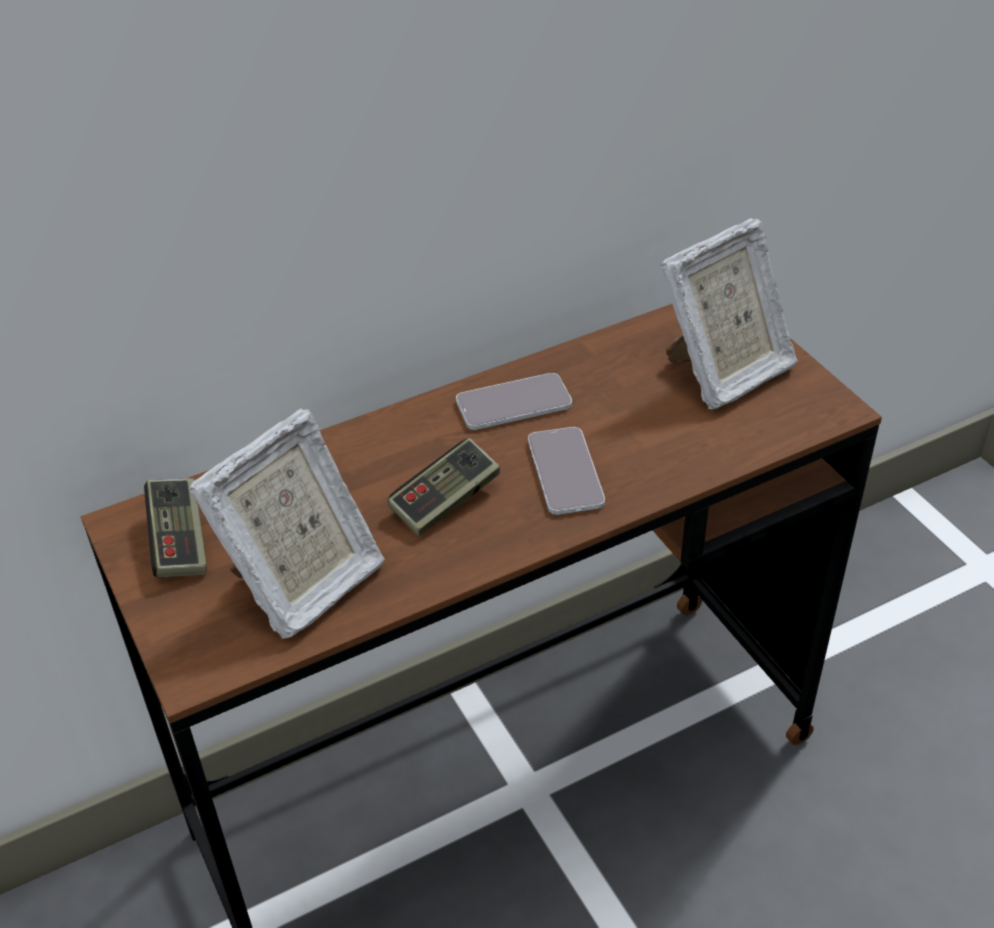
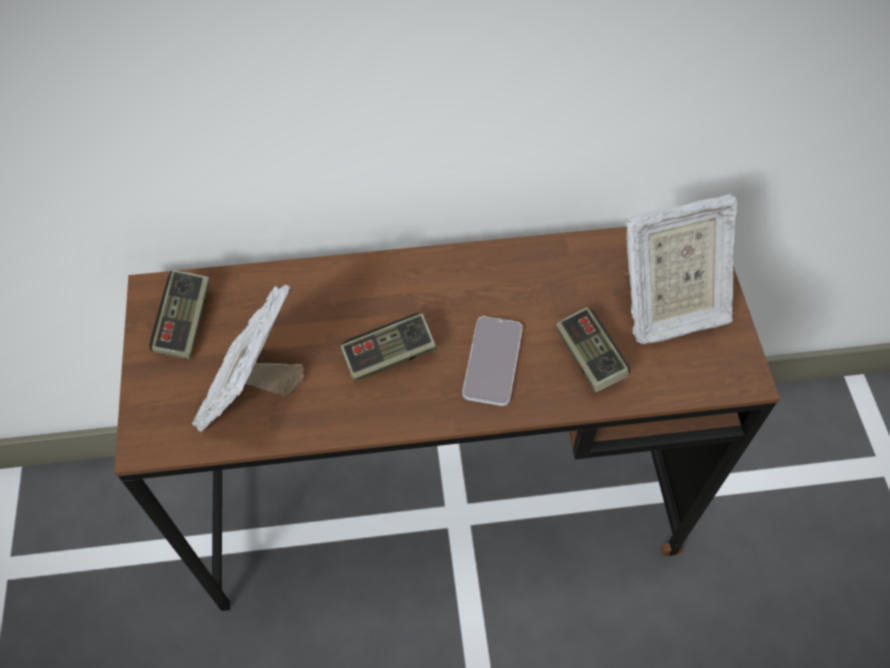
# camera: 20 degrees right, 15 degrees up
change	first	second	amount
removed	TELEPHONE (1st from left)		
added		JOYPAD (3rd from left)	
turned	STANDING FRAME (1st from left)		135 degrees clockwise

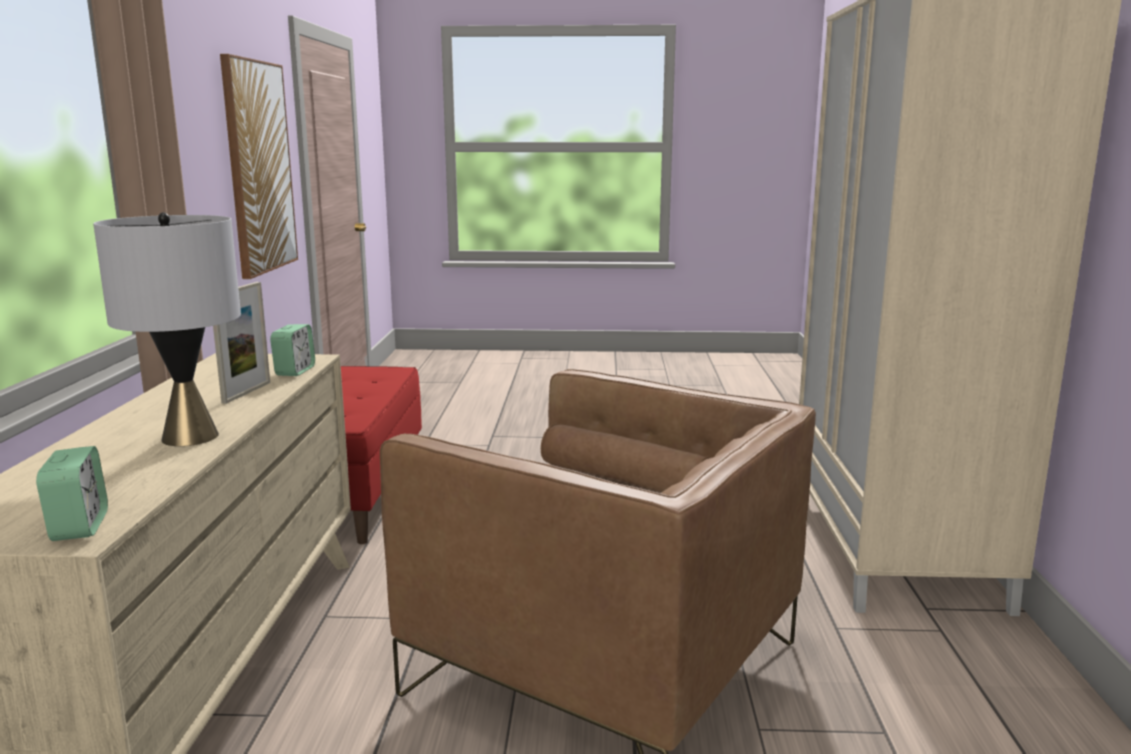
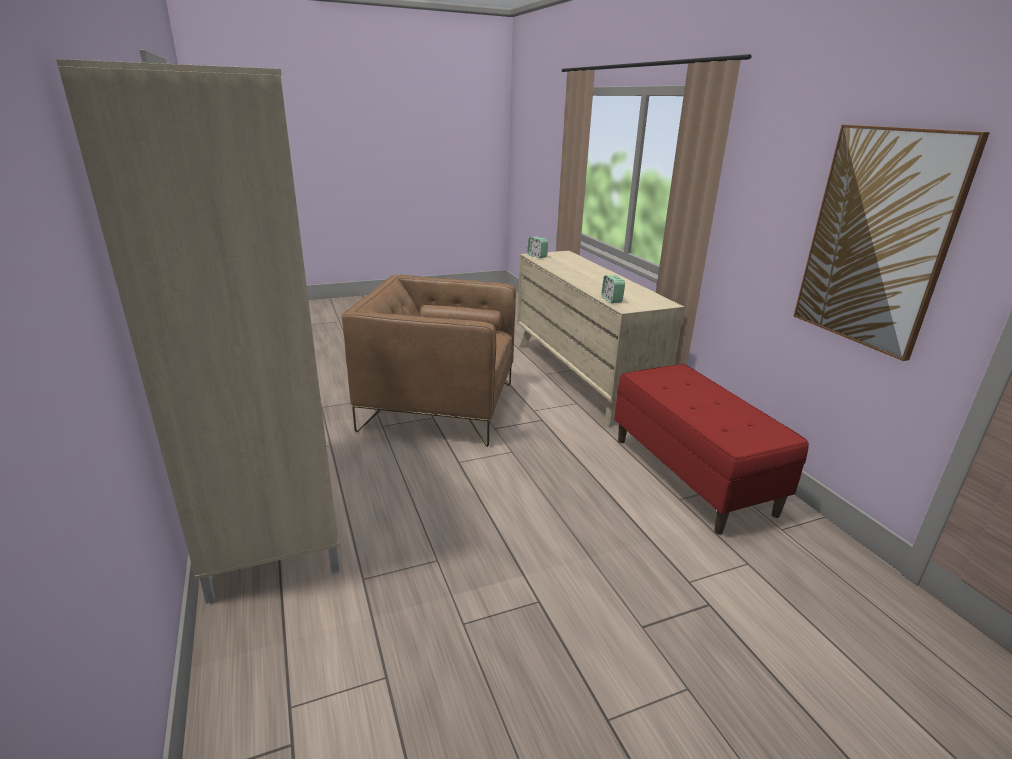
# camera: 155 degrees right, 10 degrees up
change	first	second	amount
removed	GREY LAMP FOR A TABLE		
removed	STANDING FRAME		

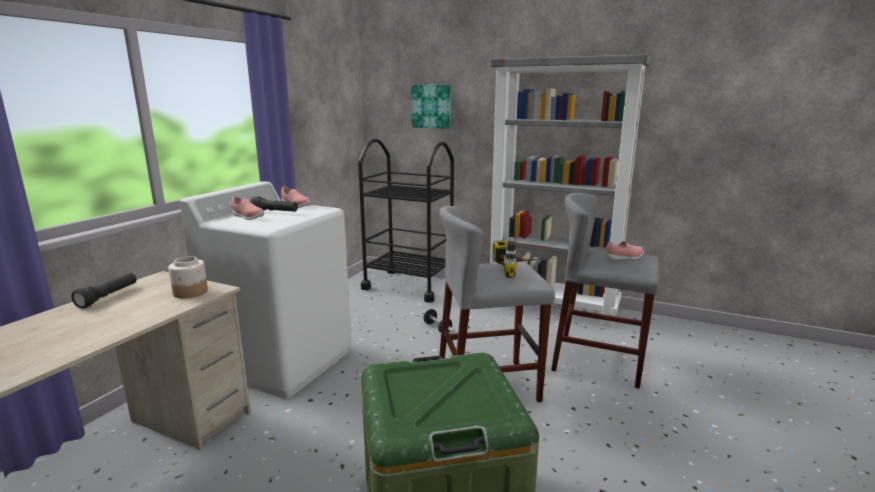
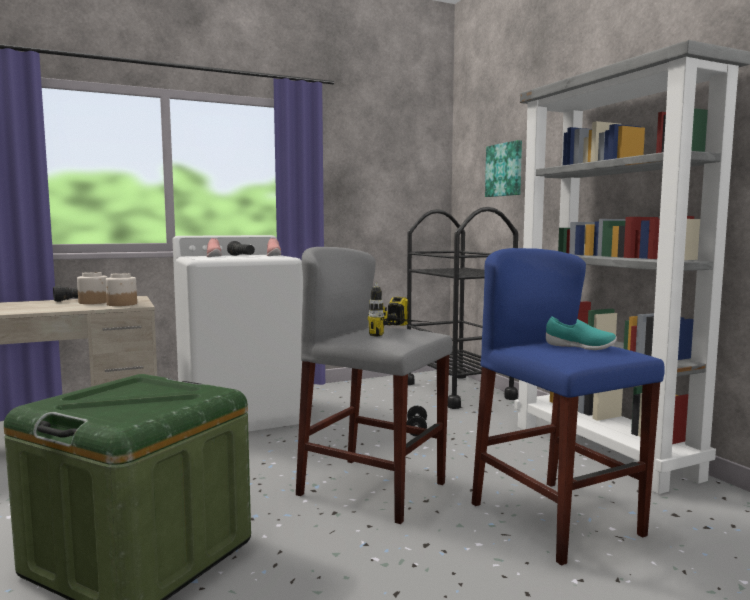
# camera: 40 degrees right, 10 degrees down
change	first	second	amount
added		PRESERVE JAR (1st from left)	
recoloured	GREY SITTING STOOL (2nd from left)	BLUE-COLOURED SITTING STOOL	
recoloured	PINKISH LOW SHOE (3rd from left)	TURQUOISE-COLOURED LOW SHOE	

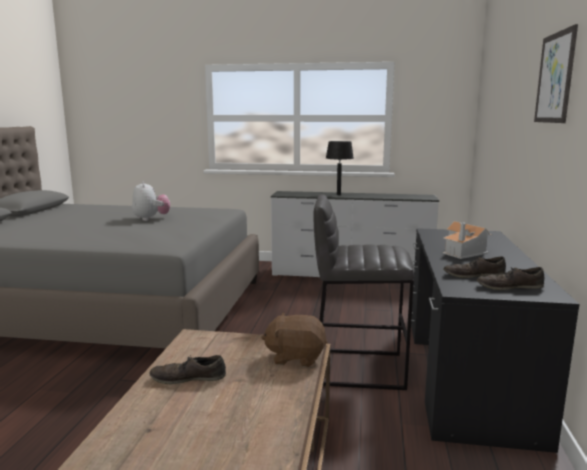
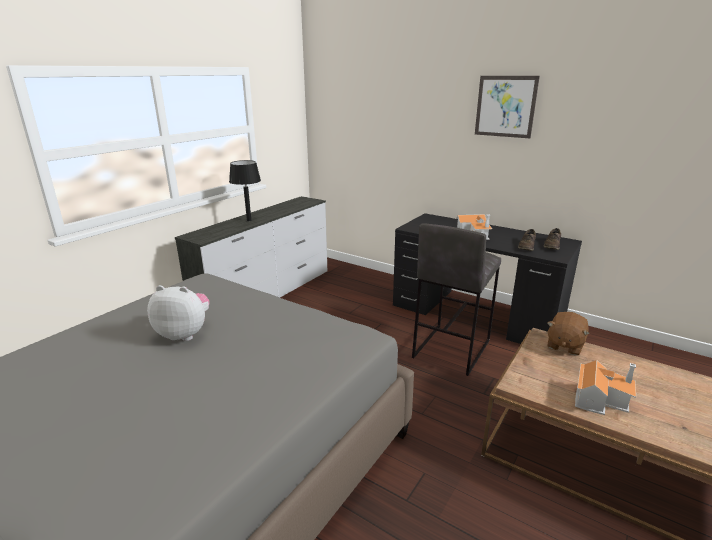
# camera: 65 degrees left, 10 degrees up
change	first	second	amount
replaced	BROWN LOW SHOE (1st from left)	TOY HOUSE (2nd from left)	

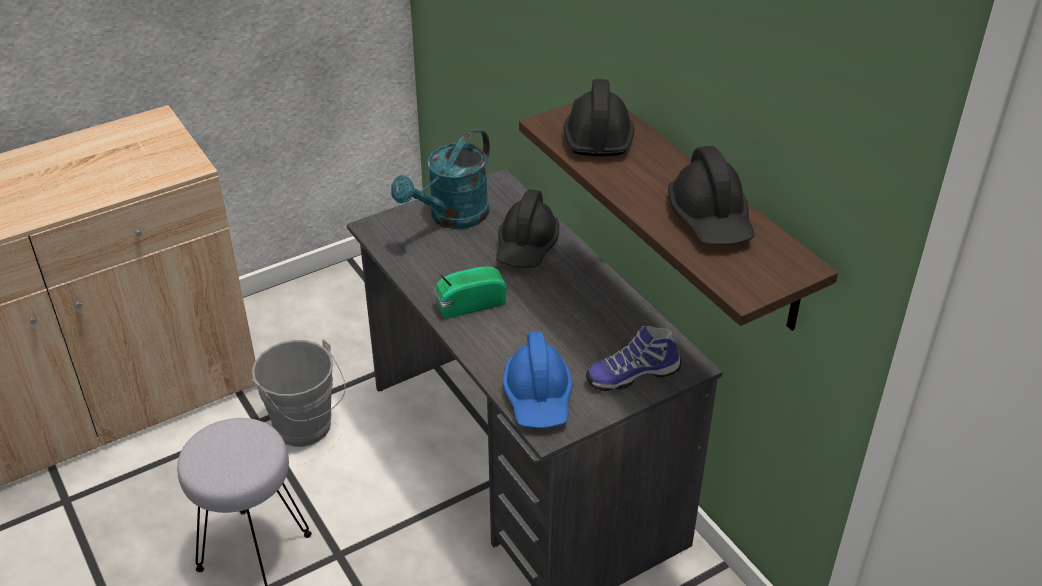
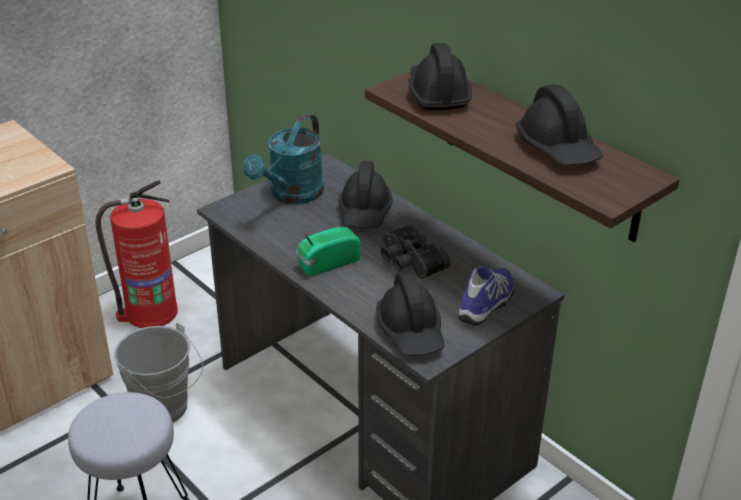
# camera: 10 degrees left, 5 degrees down
change	first	second	amount
added		FIRE-FIGHTING CYLINDER	
added		BLACK-COLOURED BINOCULARS	
recoloured	BLUE-COLOURED SAFETY HELMET	BLACK-COLOURED SAFETY HELMET (2nd from left)	
turned	LOW SHOE		150 degrees clockwise

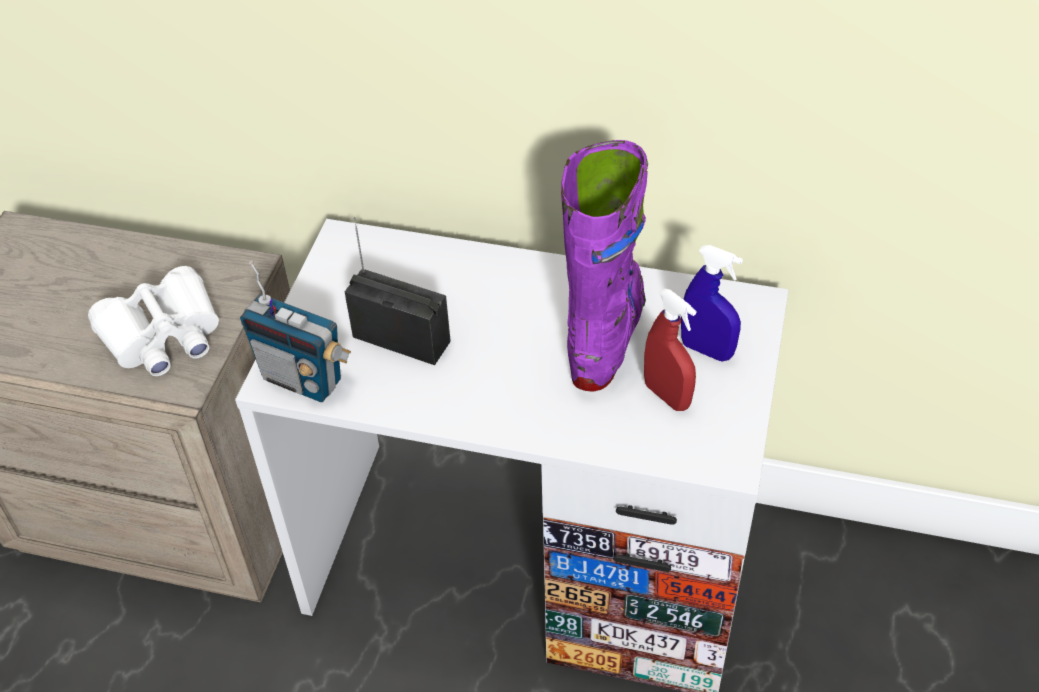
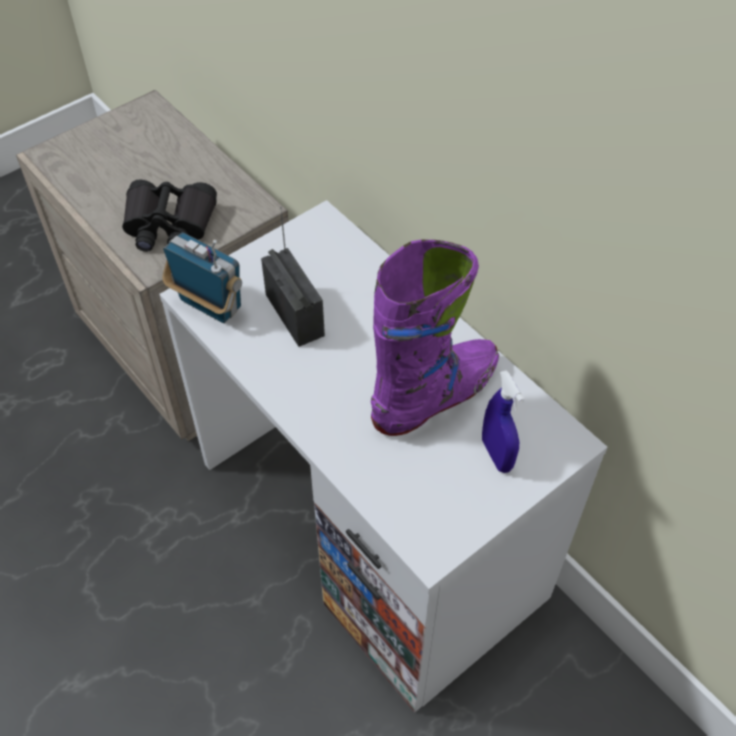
# camera: 35 degrees right, 5 degrees up
change	first	second	amount
removed	REDDISH SPRAYER		
recoloured	WHITE BINOCULARS	BLACK-COLOURED BINOCULARS	
turned	RADIO SET (1st from left)		150 degrees clockwise

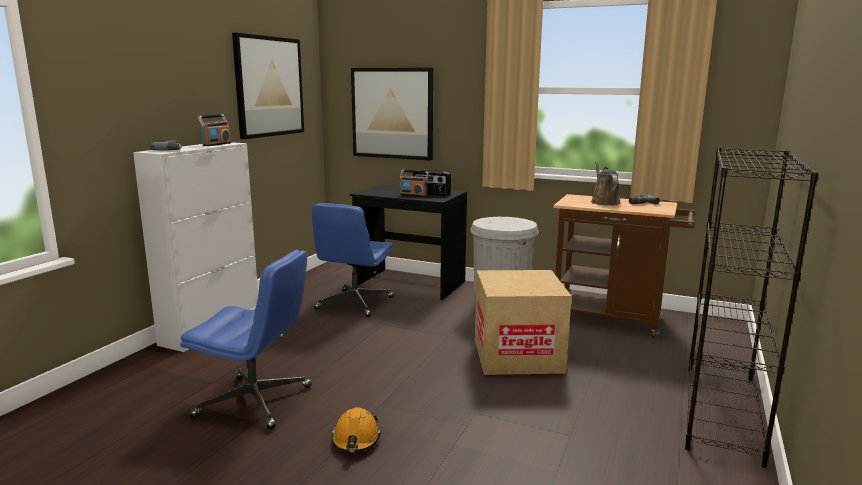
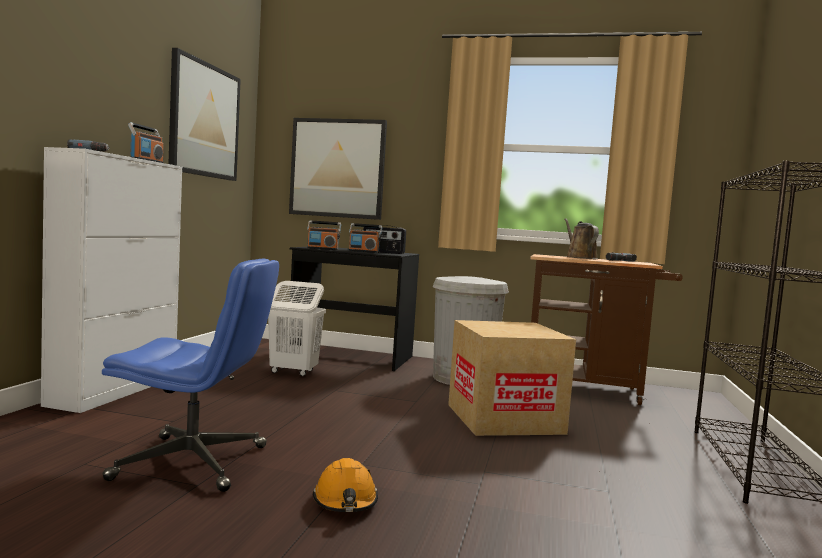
# camera: 10 degrees left, 10 degrees down
change	first	second	amount
added		RADIO SET (2nd from left)	
replaced	BLUE-COLOURED OFFICE CHAIR (2nd from left)	WHITE WASHING BASKET	

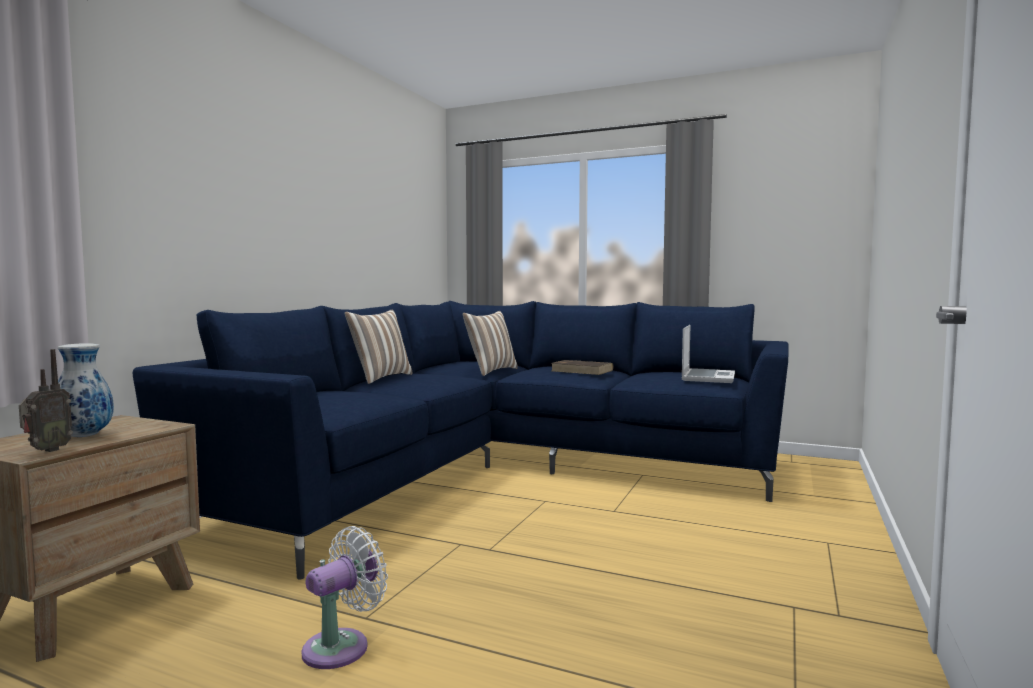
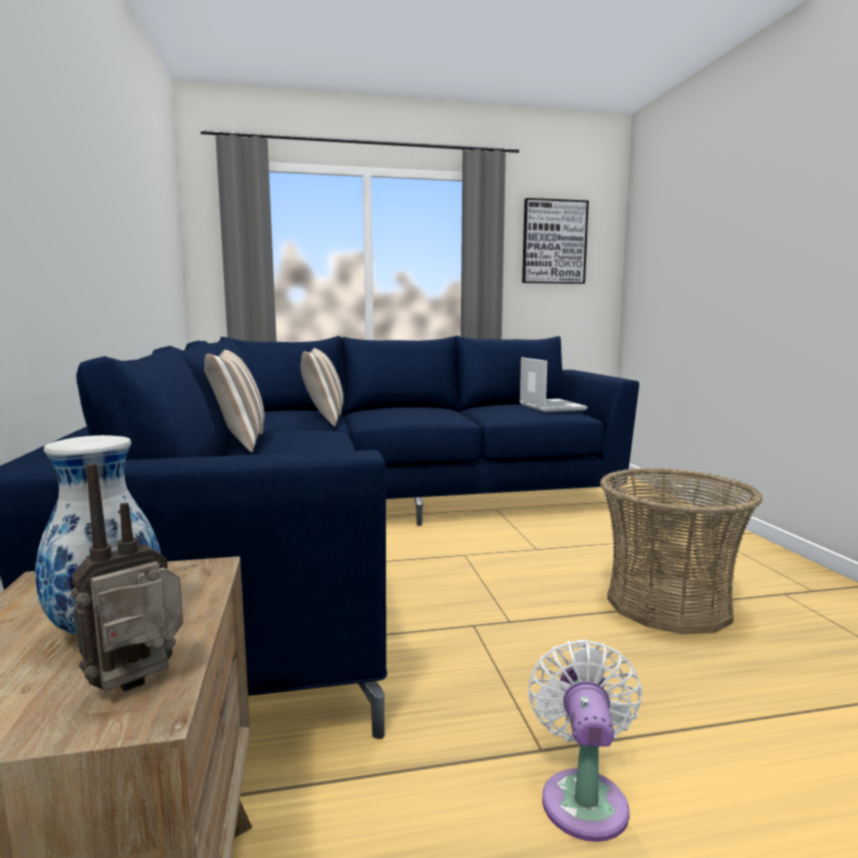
# camera: 35 degrees left, 5 degrees up
change	first	second	amount
removed	BROWN BOUND BOOK		
added		WALL PICTURE	
added		HOUSEHOLD BASKET	
turned	RADIO SET		120 degrees counterclockwise

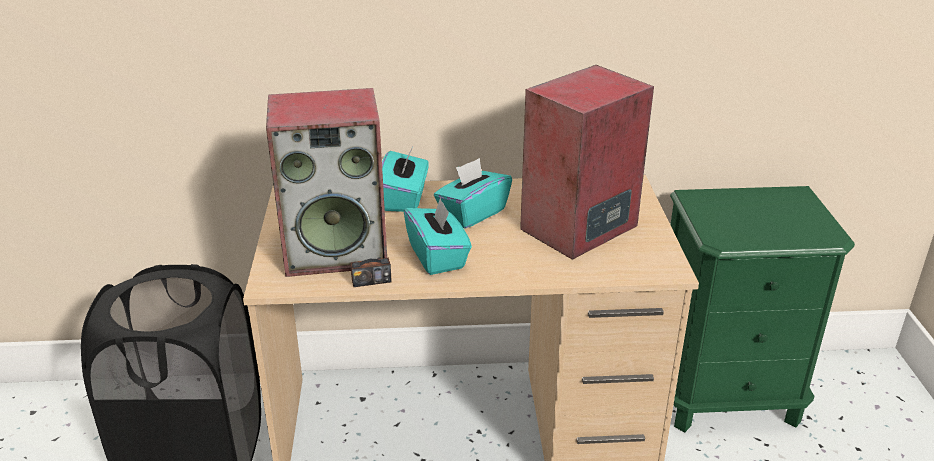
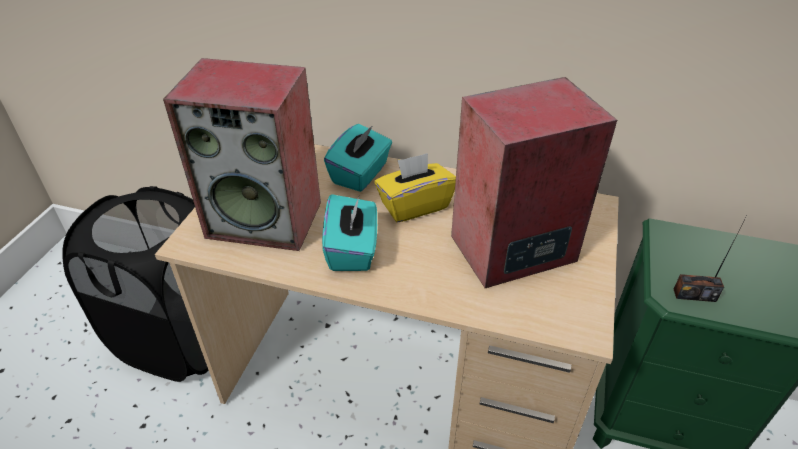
# camera: 20 degrees right, 10 degrees up
change	first	second	amount
moved	RADIO SET		
recoloured	TURQUOISE-COLOURED TISSUE HOLDER (3rd from left)	YELLOW TISSUE HOLDER	

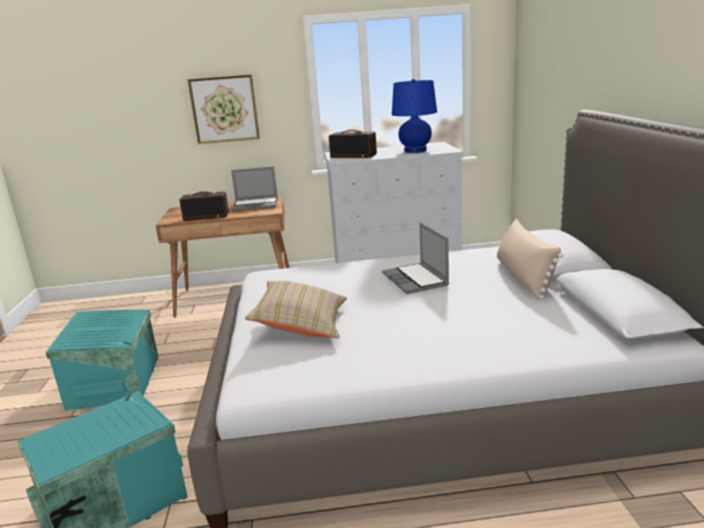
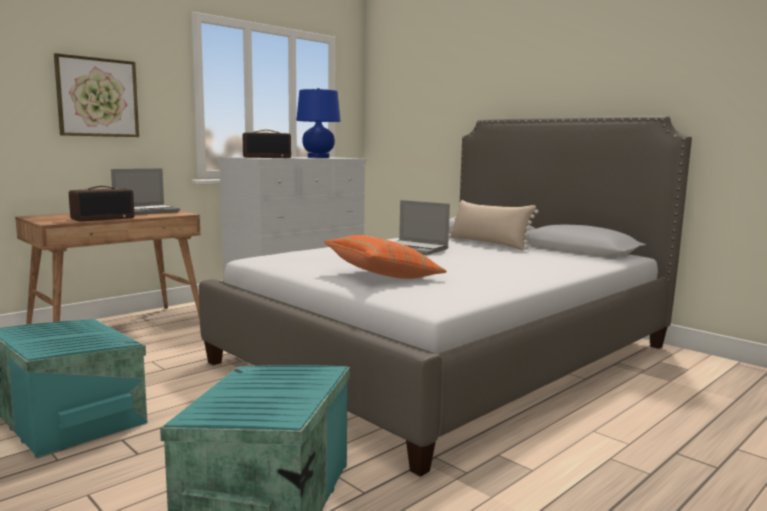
# camera: 40 degrees left, 10 degrees down
change	first	second	amount
recoloured	BEIGE CUSHION (1st from left)	ORANGE CUSHION	

